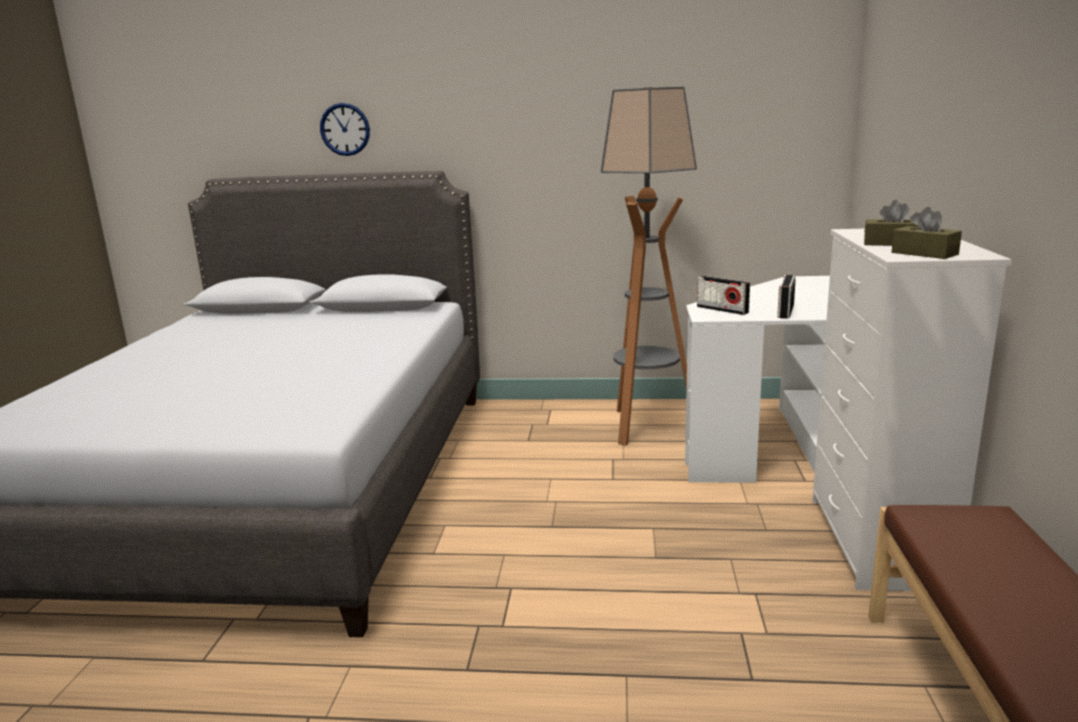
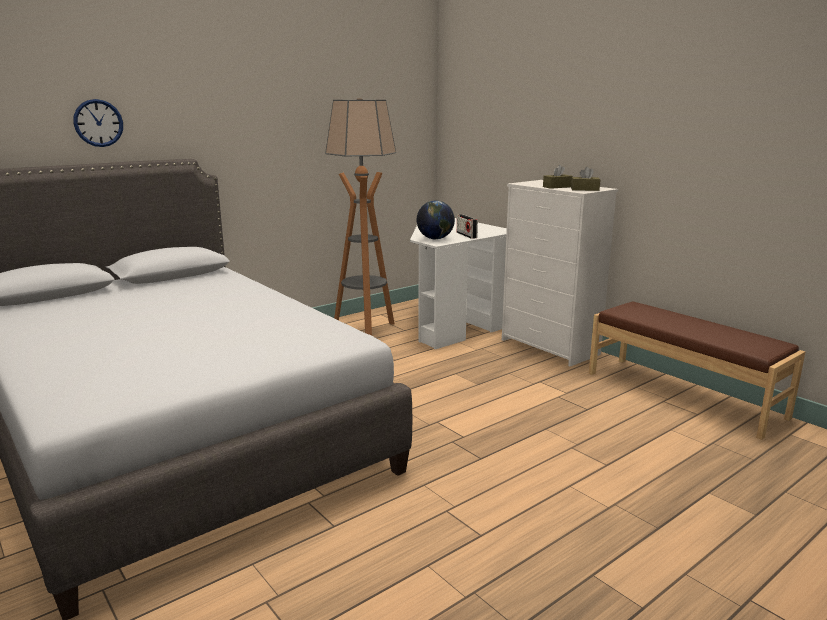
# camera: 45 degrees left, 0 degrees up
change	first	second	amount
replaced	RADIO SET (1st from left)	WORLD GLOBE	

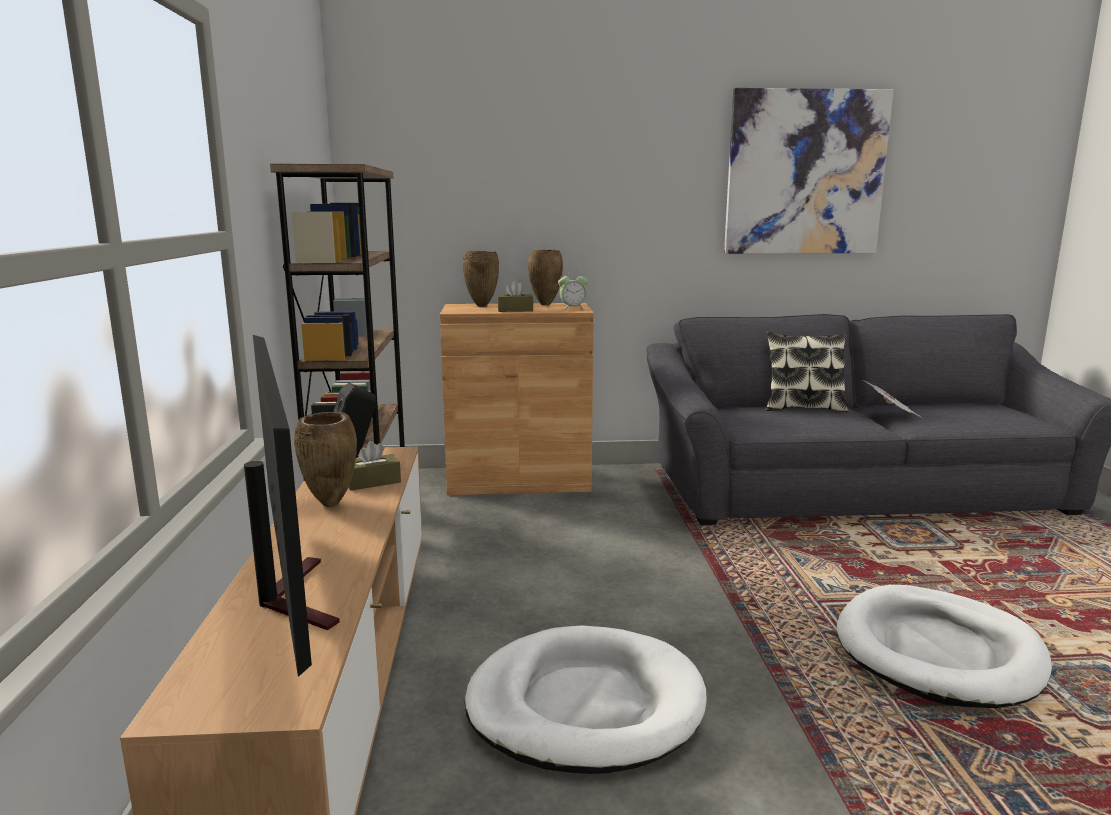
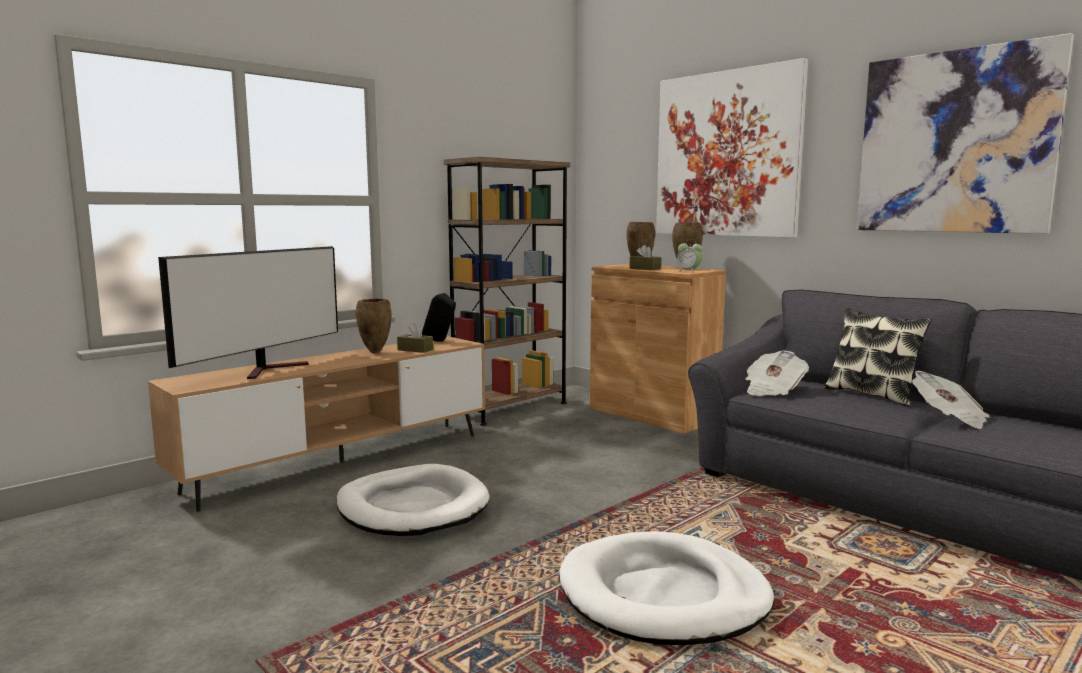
# camera: 50 degrees right, 5 degrees down
change	first	second	amount
added		WALL PICTURE (1st from left)	
added		PRINTED PAPER (1st from left)	

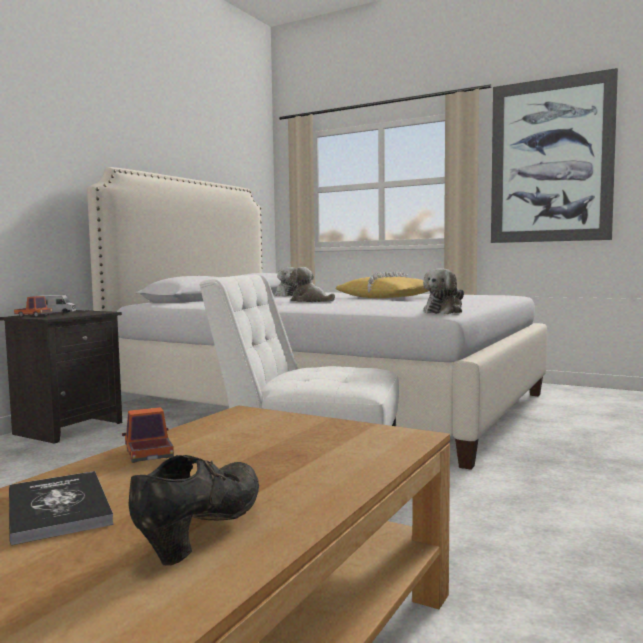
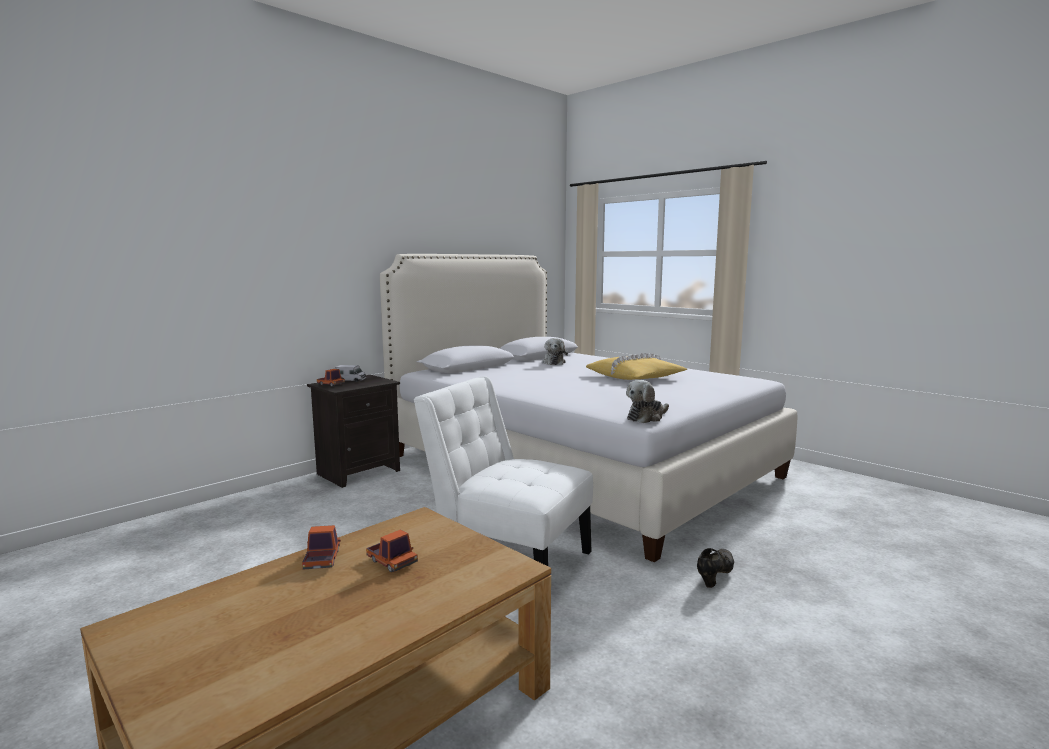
# camera: 15 degrees right, 5 degrees up
change	first	second	amount
removed	BOUND BOOK		
removed	SOFT TOY (2nd from left)		
removed	WALL PICTURE		
added		TOY TRUCK (4th from left)	
moved	BLACK-COLOURED LOW SHOE		

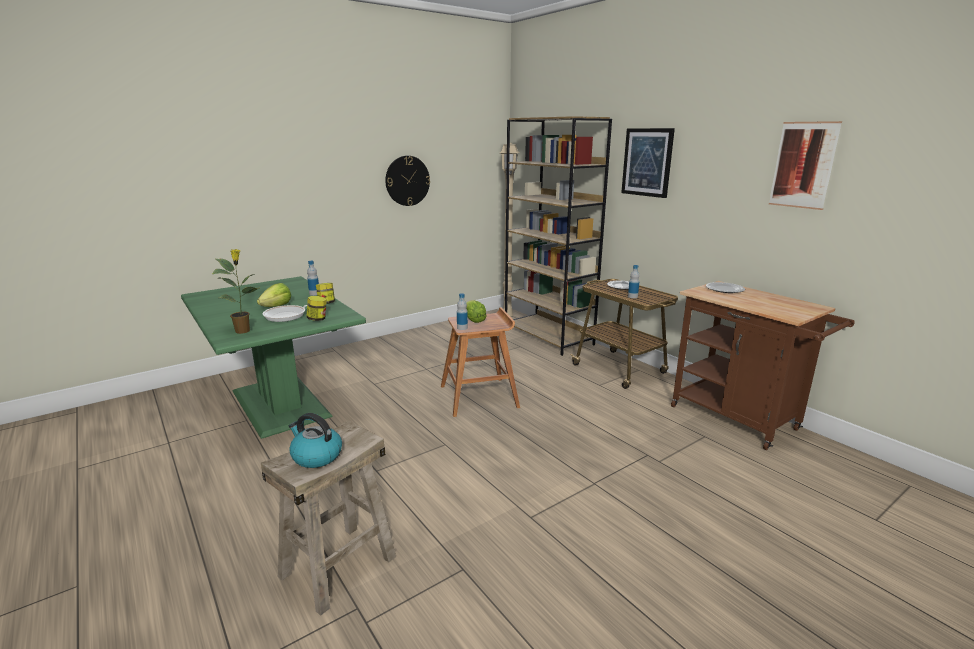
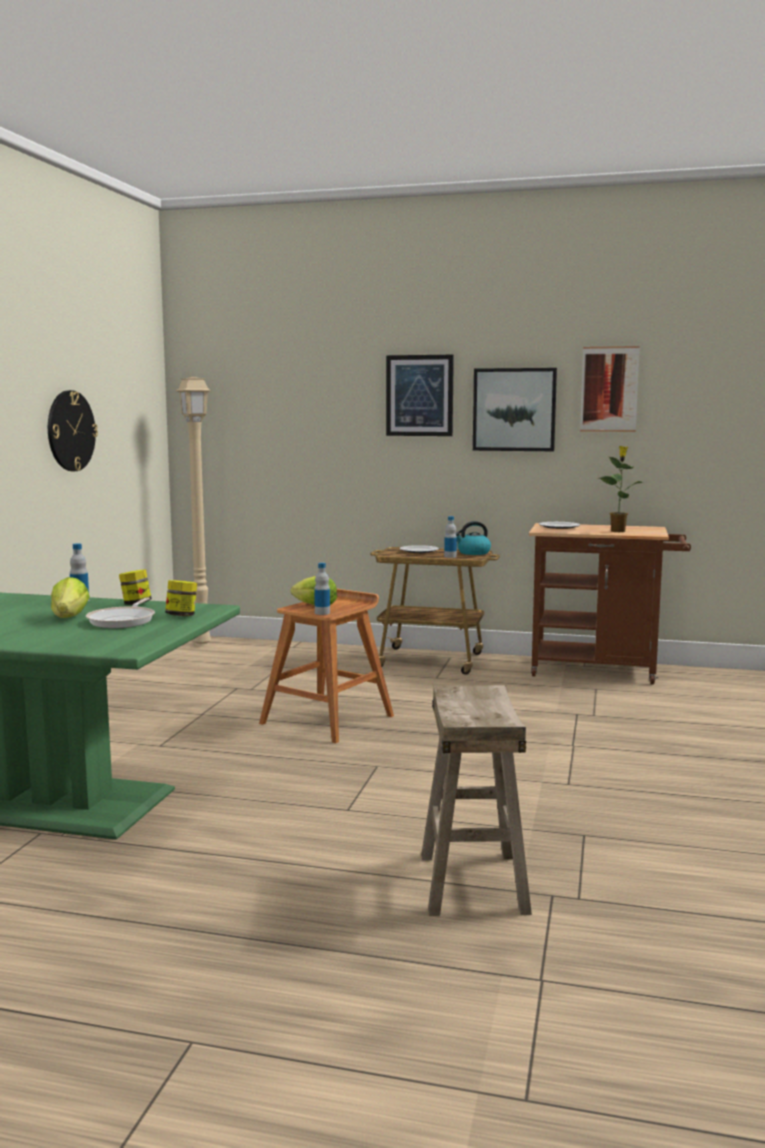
# camera: 40 degrees left, 10 degrees down
change	first	second	amount
removed	BROWN BOOKSHELF		
added		WALL PICTURE (2nd from left)	
moved	POTTED PLANT		
moved	KETTLE		

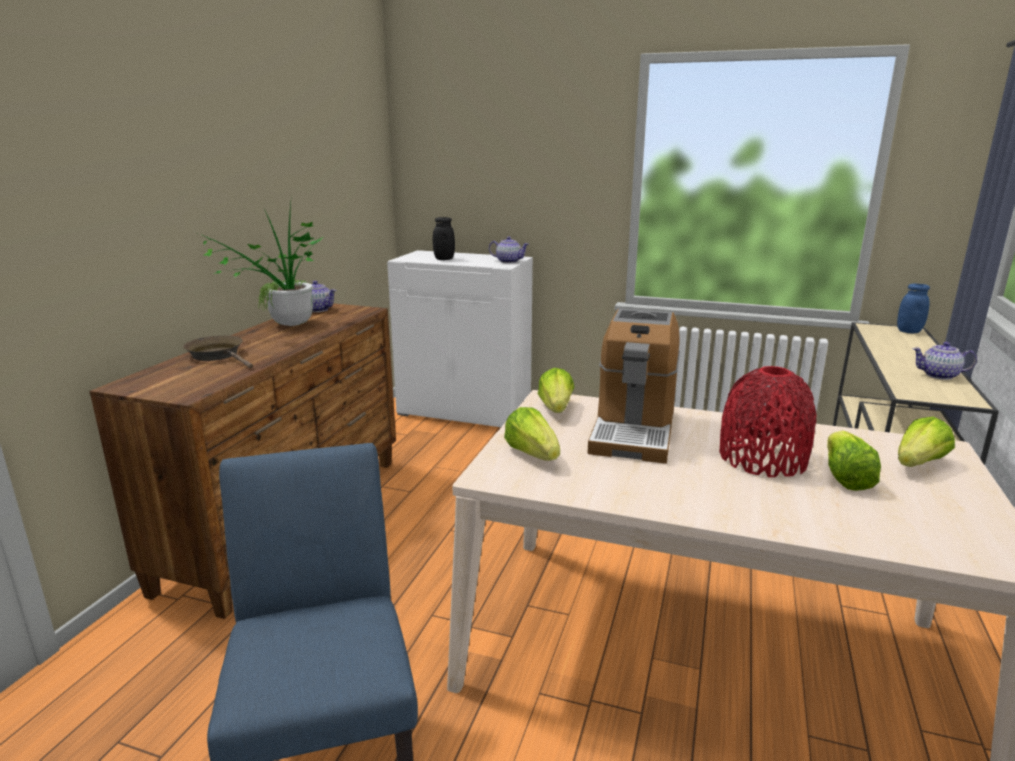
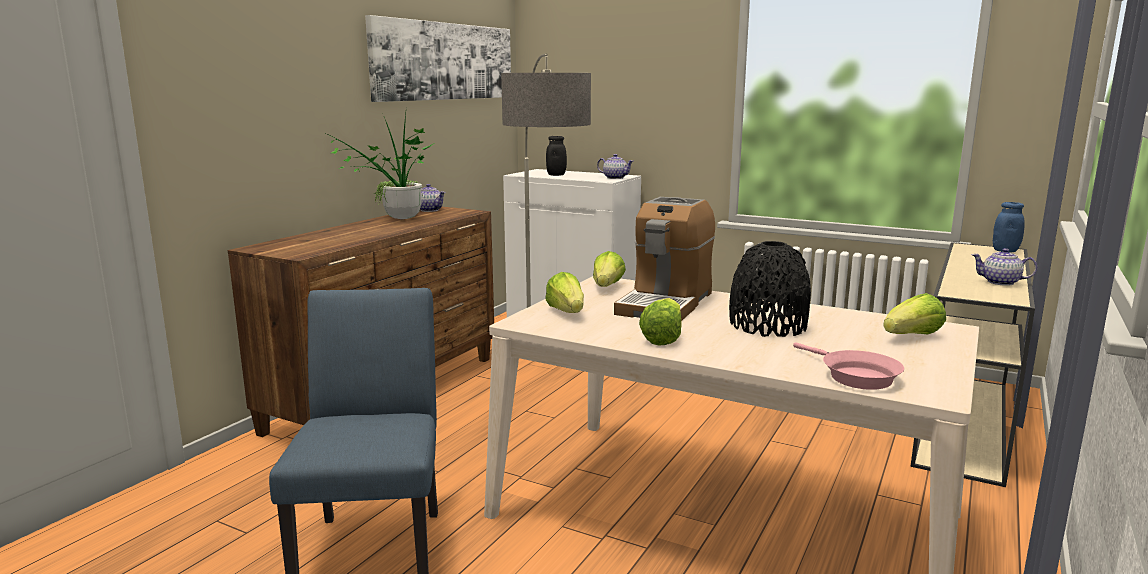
# camera: 10 degrees right, 5 degrees down
change	first	second	amount
removed	BROWN PAN		
added		WALL PICTURE	
added		STANDING LAMP	
added		PINKISH PAN	
moved	LETTUCE HEAD (3rd from left)		
recoloured	REDDISH VASE	BLACK-COLOURED VASE	

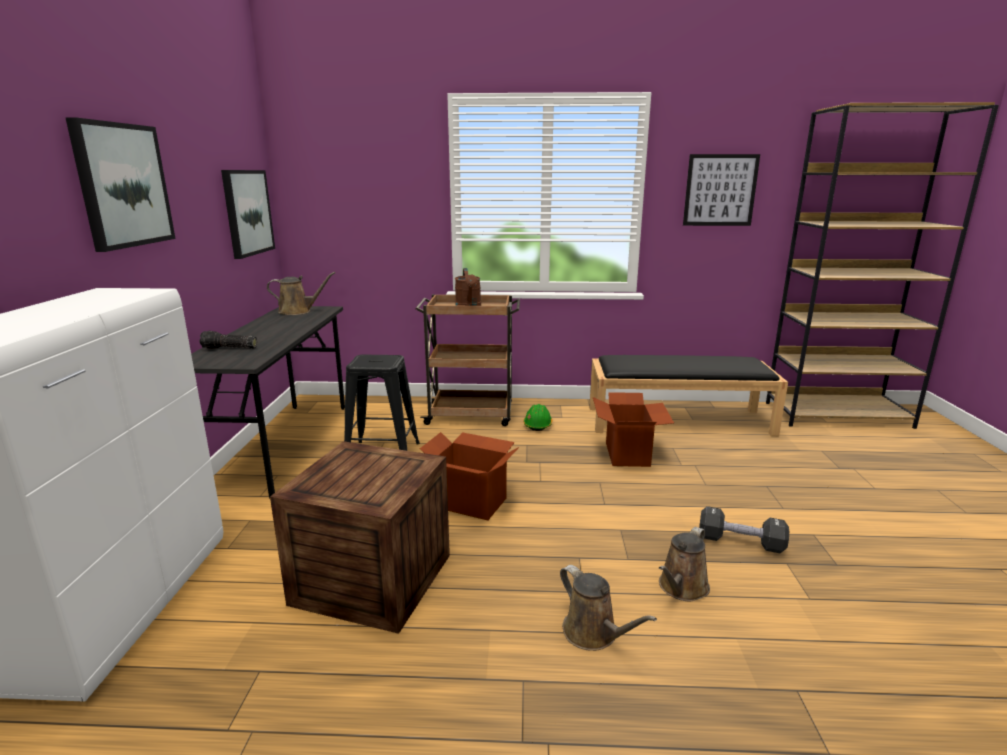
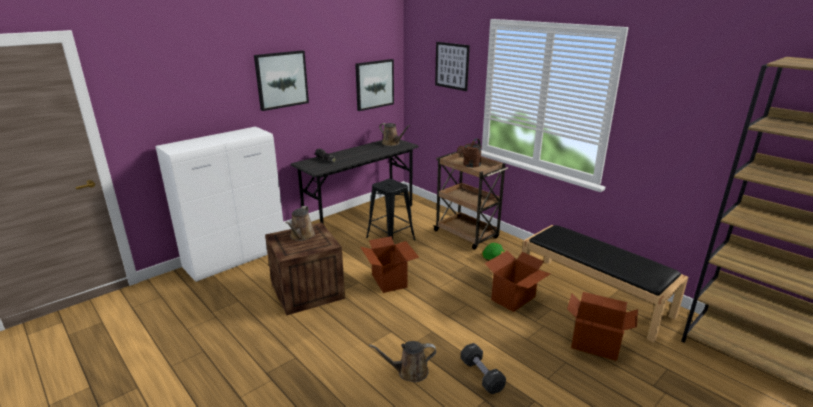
# camera: 45 degrees right, 5 degrees up
change	first	second	amount
added		CARTON (3rd from left)	
moved	BROWN WATERING CAN (3rd from left in the first image)	BROWN WATERING CAN (1st from left)	
moved	WALL PICTURE (3rd from left)		

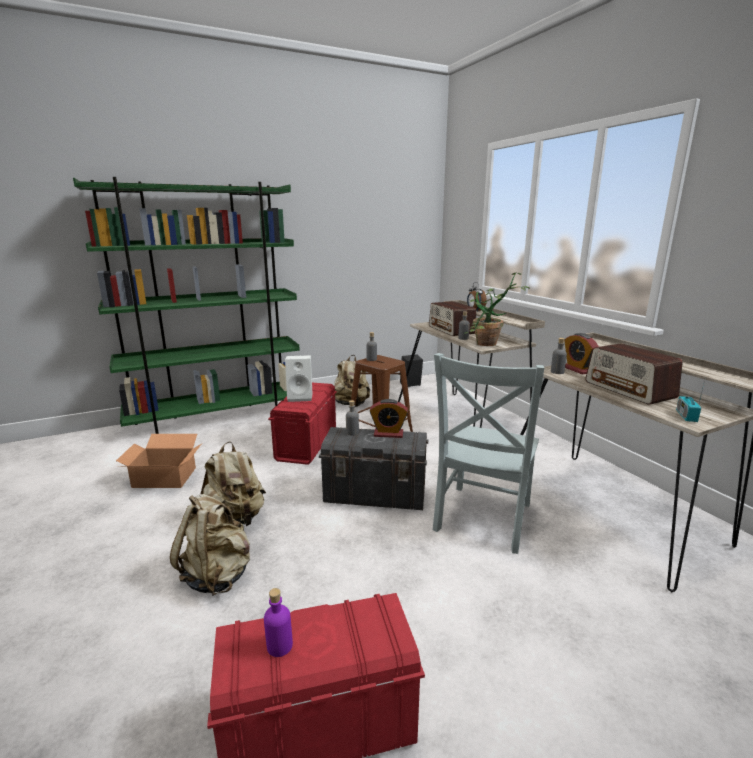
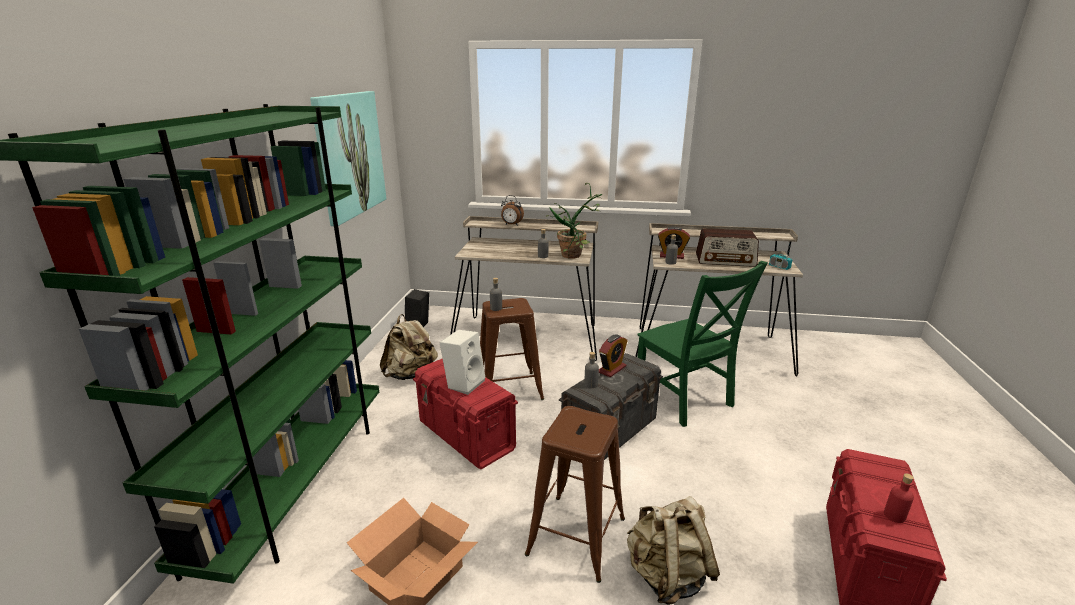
# camera: 55 degrees left, 5 degrees up
change	first	second	amount
removed	RADIO SET (1st from left)		
added		WALL PICTURE	
replaced	BEIGE RUCKSACK (2nd from left)	BROWN SITTING STOOL (2nd from left)	
recoloured	PURPLE-COLOURED BOTTLE	REDDISH BOTTLE	
recoloured	GREY CHAIR	GREENISH CHAIR	

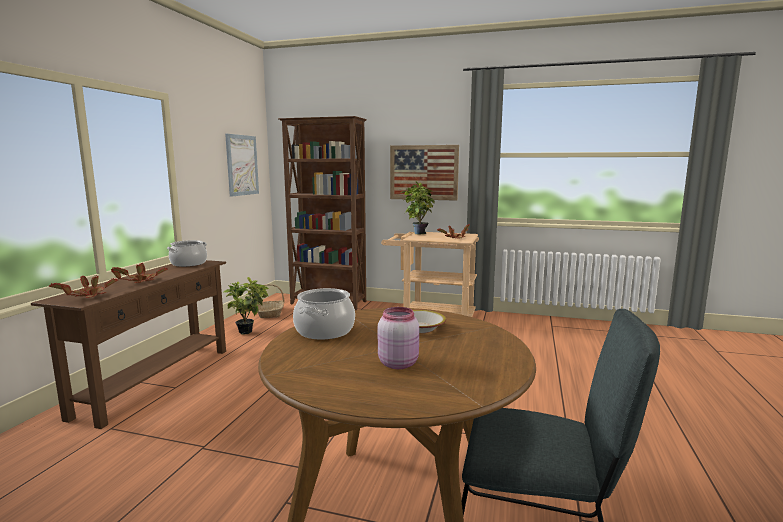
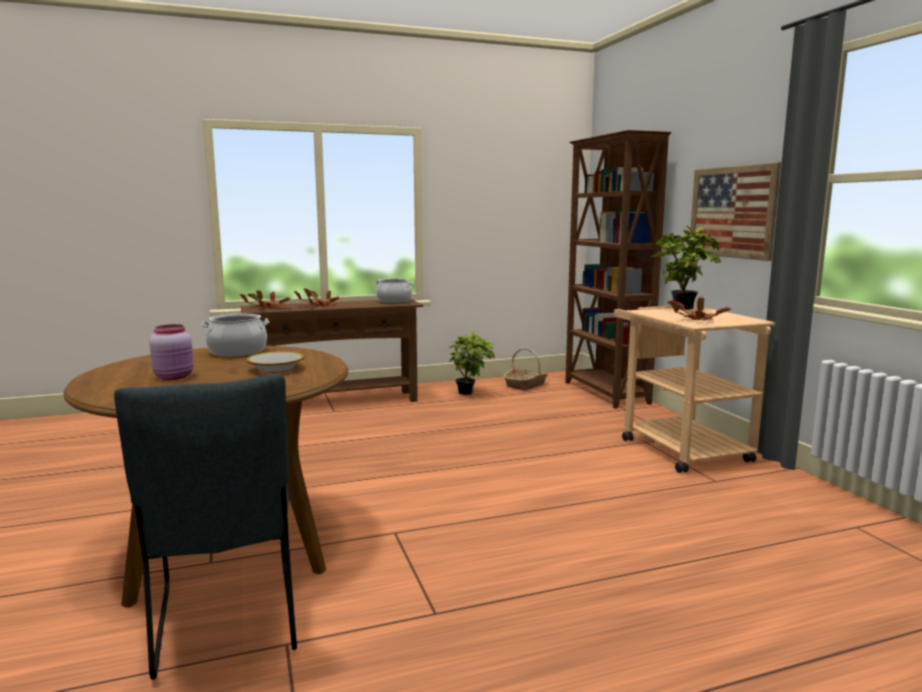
# camera: 55 degrees right, 0 degrees up
change	first	second	amount
removed	WALL PICTURE (1st from left)		

